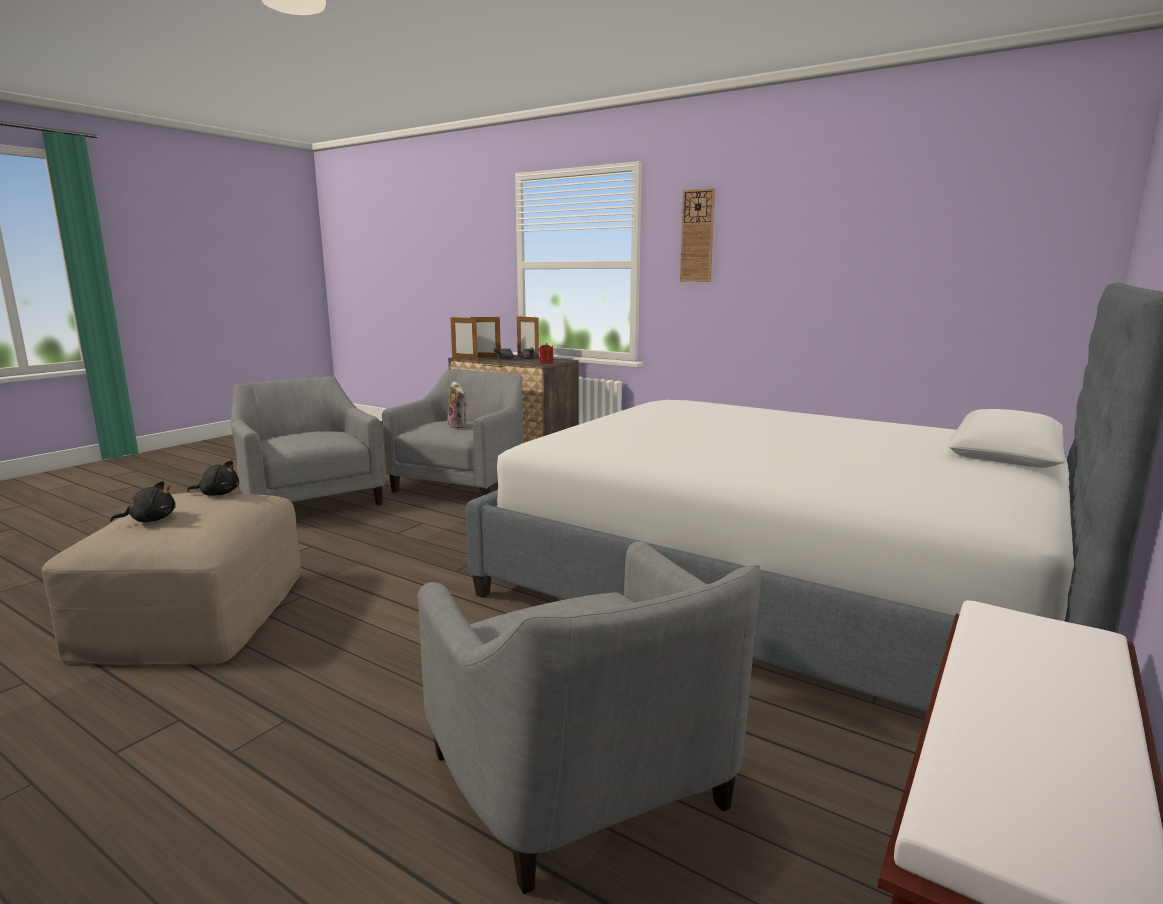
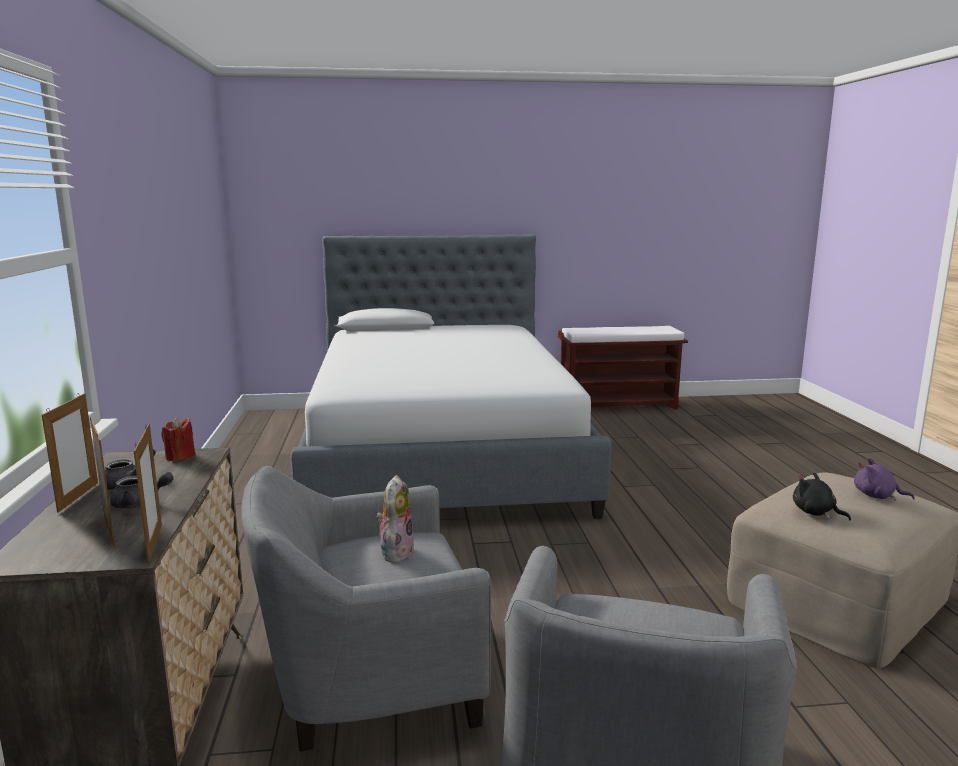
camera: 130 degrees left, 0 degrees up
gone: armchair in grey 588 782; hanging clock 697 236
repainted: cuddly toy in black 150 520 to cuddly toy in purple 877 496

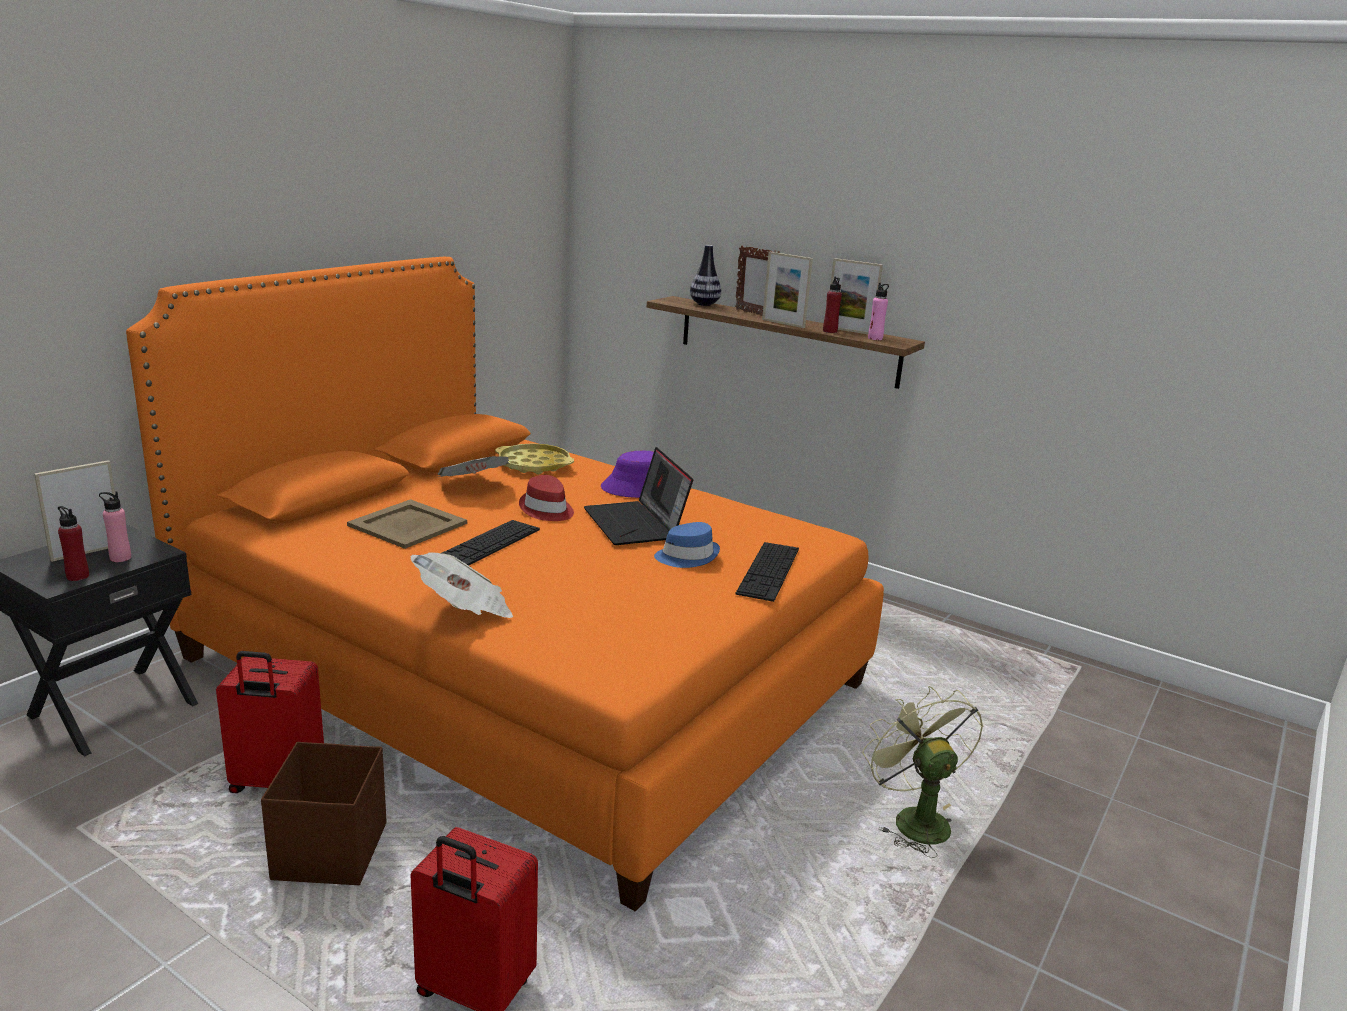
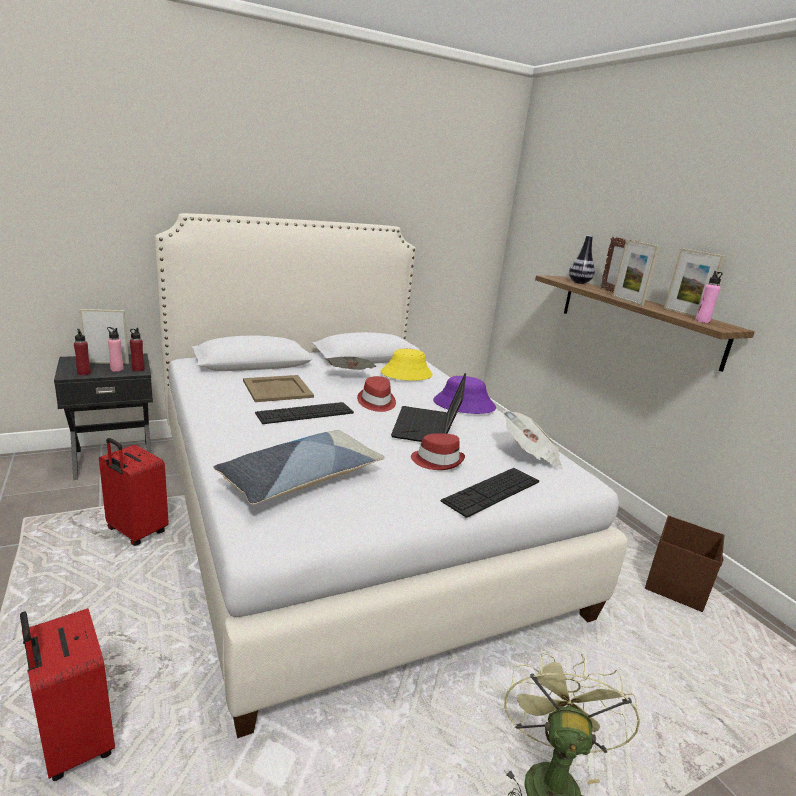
camera: 30 degrees right, 0 degrees up
new: throw pillow 301 478
shifted: storage container in brownish 332 850 to 676 585; printed paper 465 609 to 530 455; drink bottle in red 830 331 to 138 369
swapped: carrying tray in yellow-coloured 534 465 to clothing hat in yellow-coloured 406 374
repainted: bedroom bed in orange-coloured 524 671 to bedroom bed in whitish 344 514; clothing hat in blue-coloured 687 556 to clothing hat in red 437 460

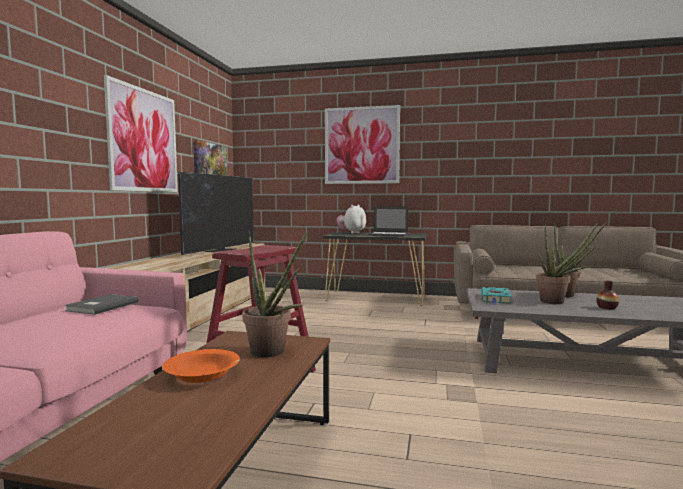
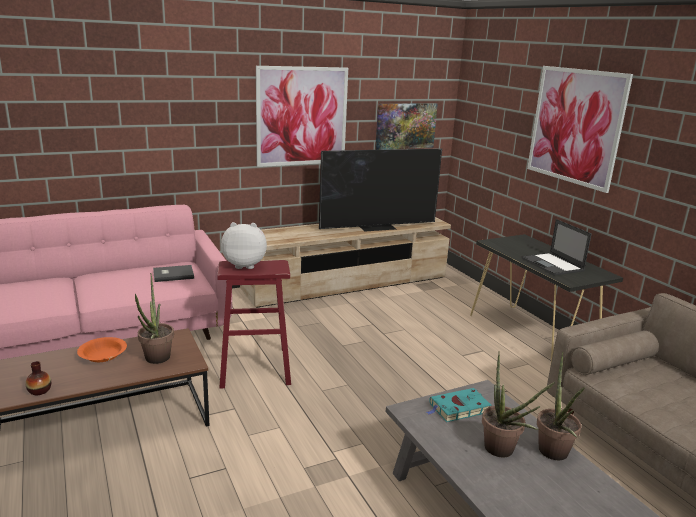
camera: 50 degrees right, 15 degrees up
shifted: cuddly toy 351 232 to 245 265; flower vase 607 307 to 39 391

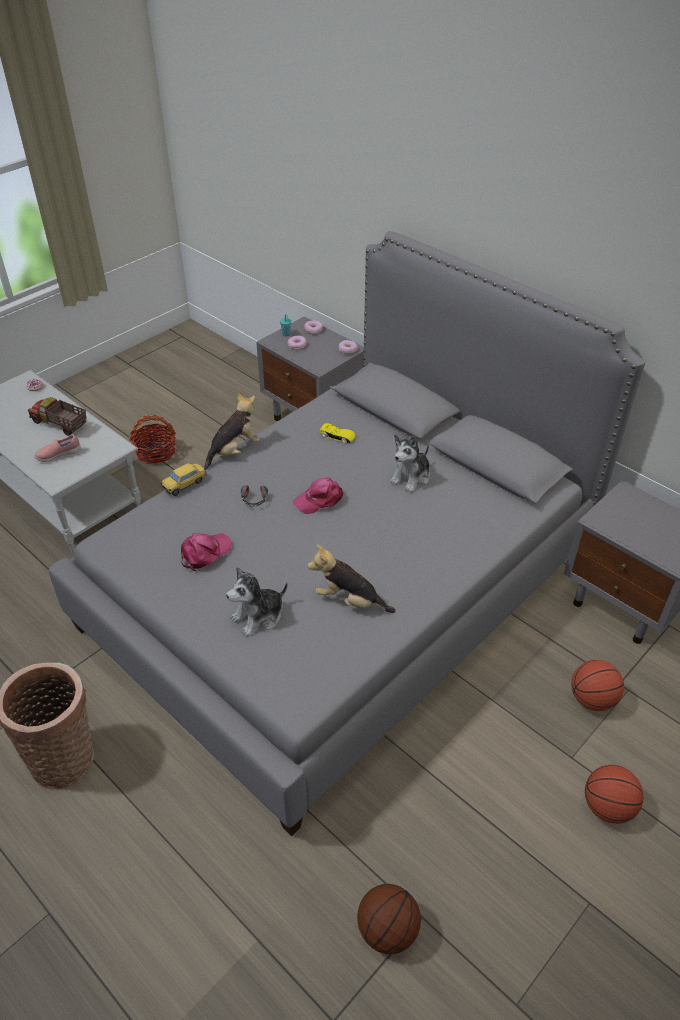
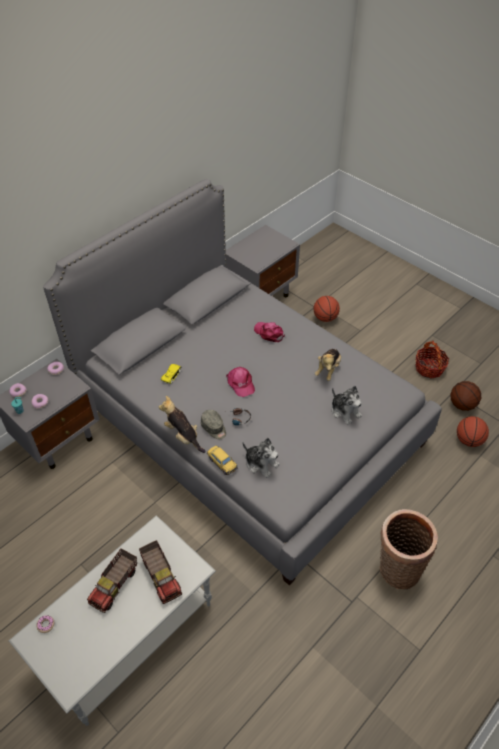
camera: 90 degrees left, 5 degrees up
new: baseball cap in grey 214 428
shifted: household basket 156 453 to 429 368; baseball cap in pink-coloured 205 553 to 269 333; cuddly toy 411 477 to 261 463; basketball 607 807 to 468 440
swapped: item of footwear in pink-coloured 58 455 to toy truck 161 576

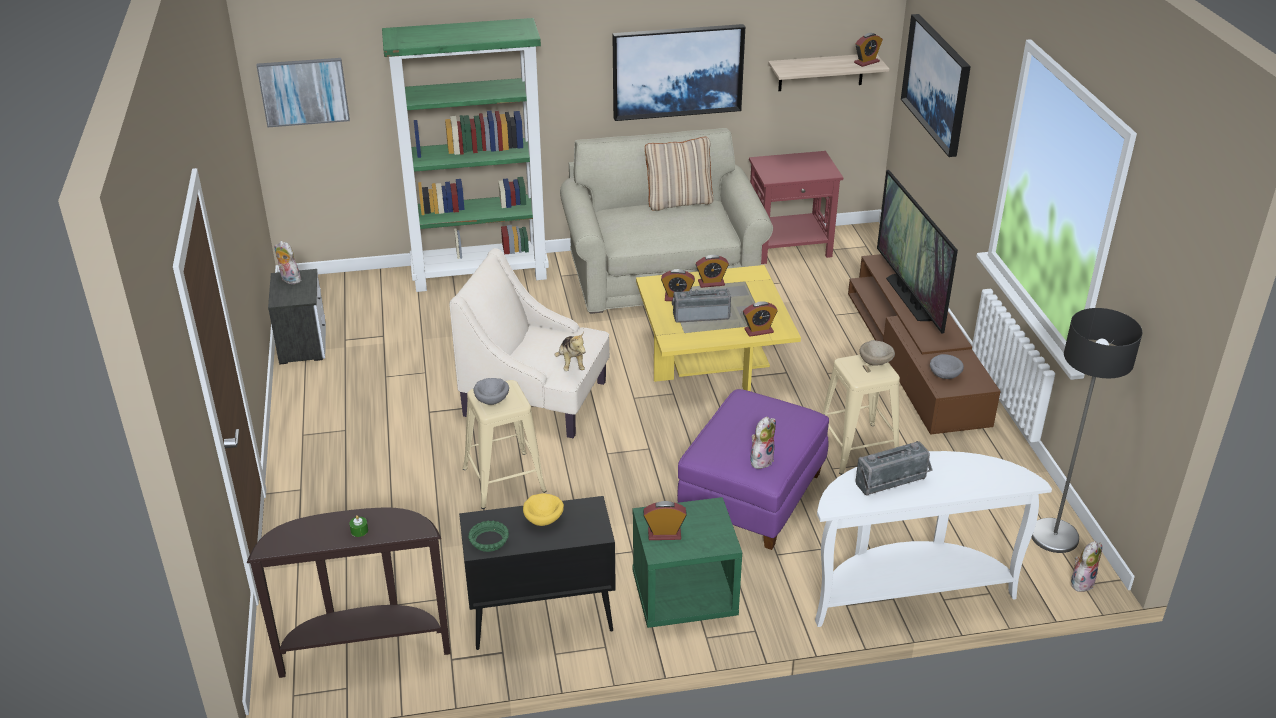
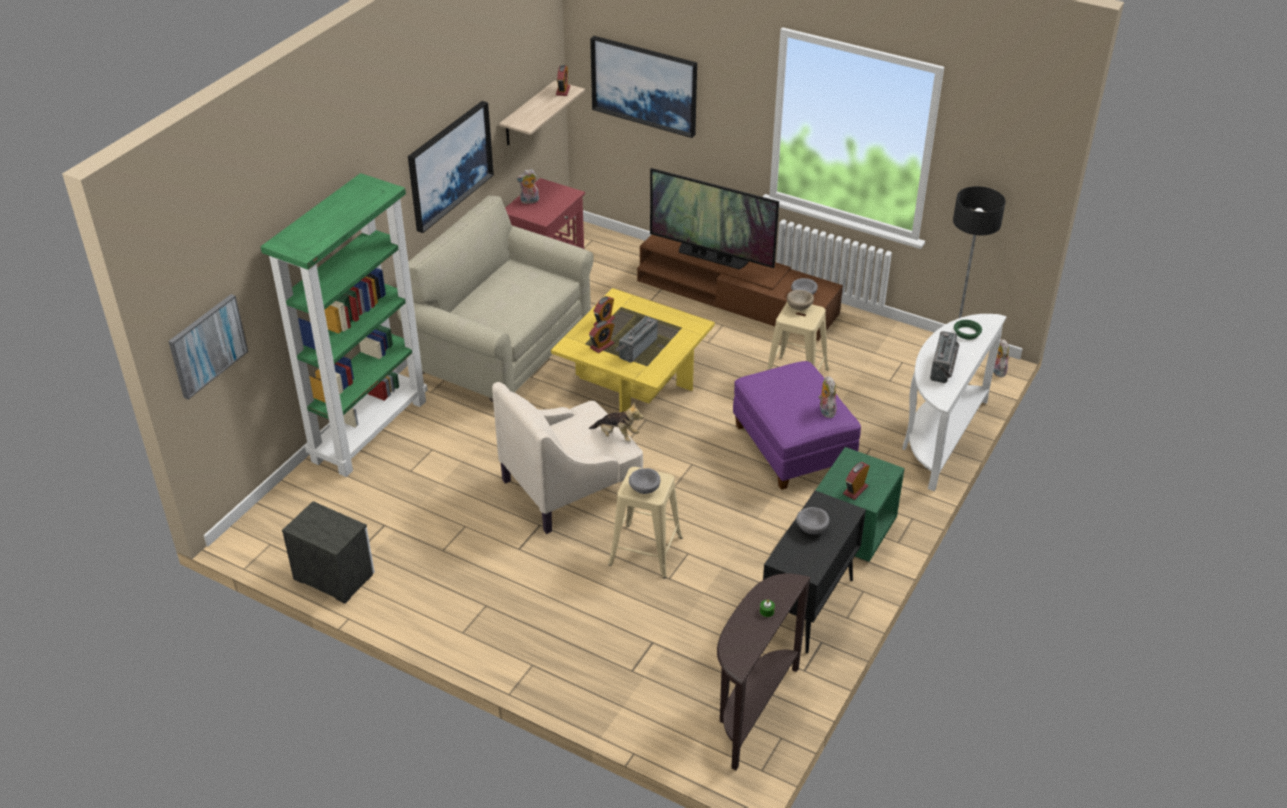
camera: 50 degrees left, 5 degrees up
gone: throw pillow in beige-coloured 679 202; alarm clock 759 331
shifted: cuddly toy 289 280 to 529 201; deep dish in green 488 540 to 966 332
repainted: deep dish in yellow-coloured 544 519 to deep dish in grey 812 528

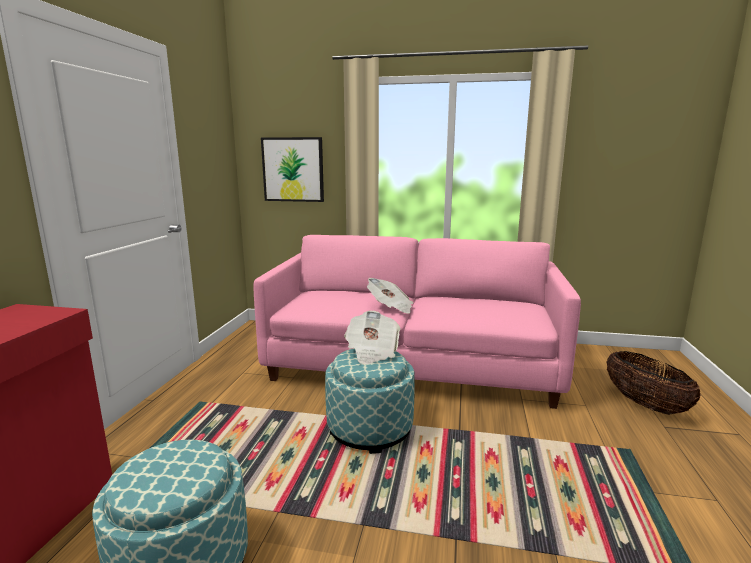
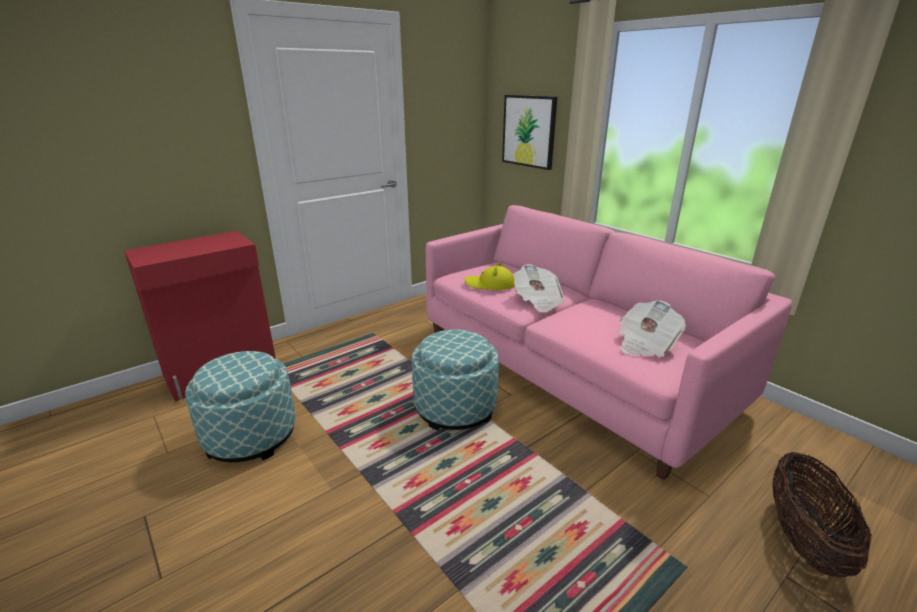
camera: 40 degrees right, 10 degrees up
new: clothing hat in yellow-coloured 490 284
shifted: printed paper 372 351 to 645 344

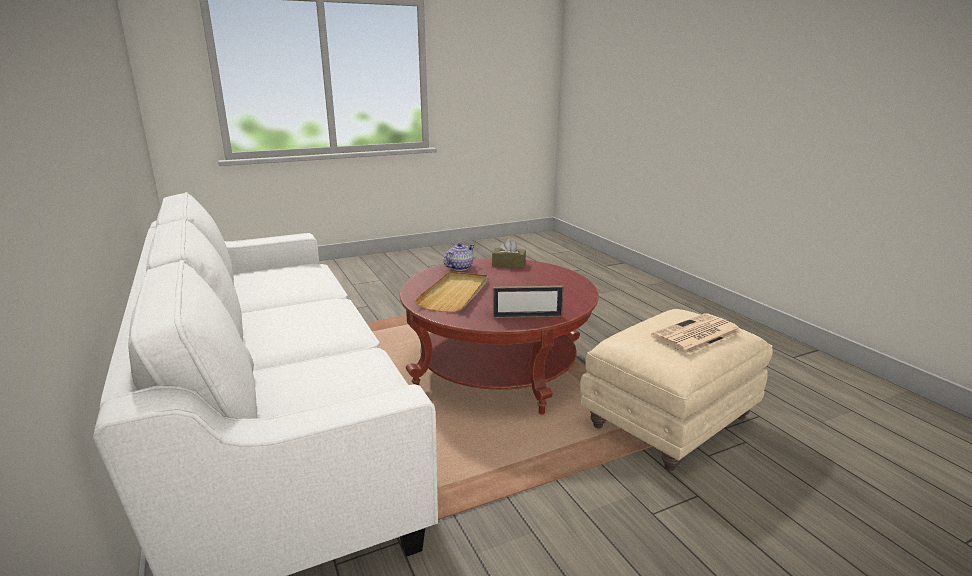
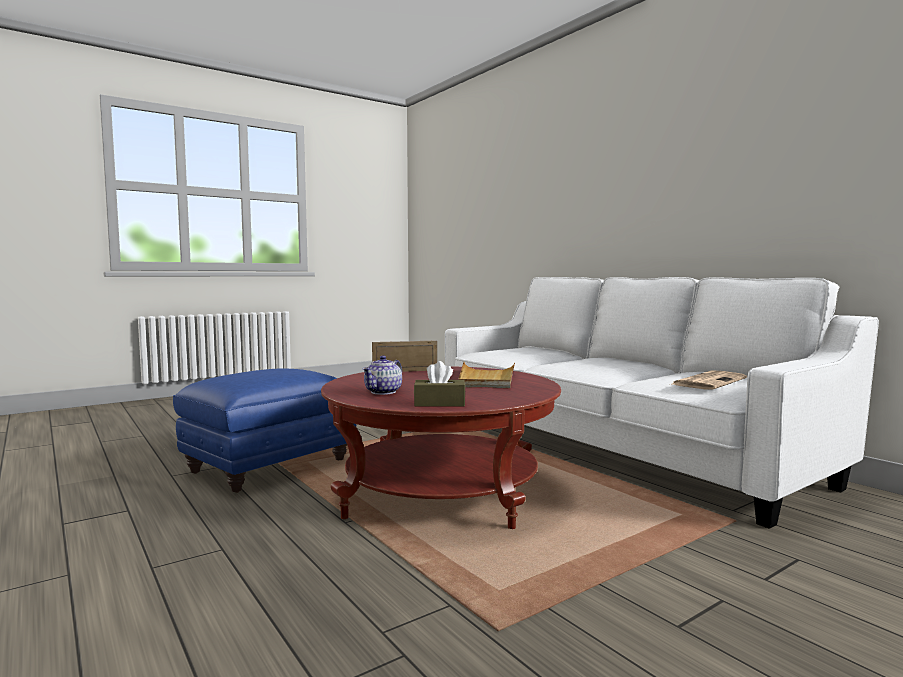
camera: 170 degrees right, 15 degrees down
shifted: pot for tea 459 267 to 384 392; printed paper 696 335 to 708 381
repainted: pouffe in beige-coloured 669 421 to pouffe in blue-coloured 269 467

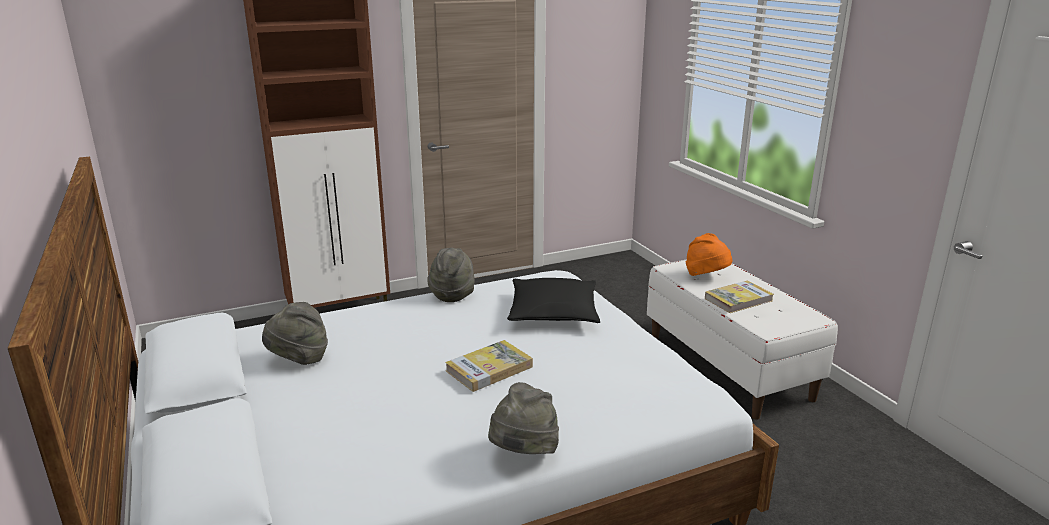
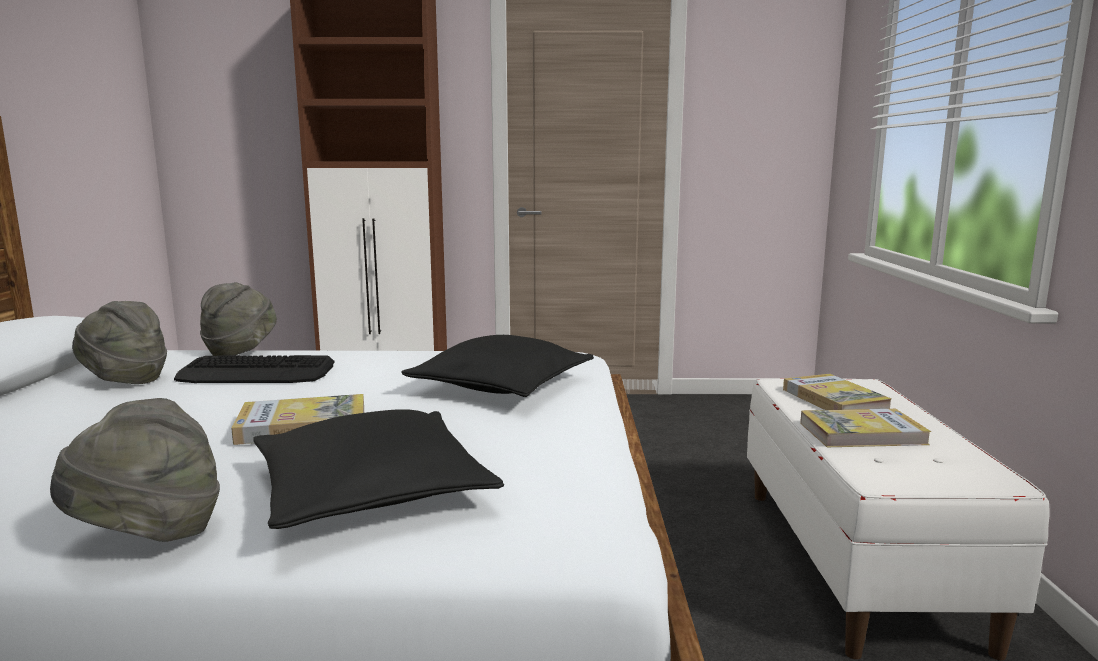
camera: 25 degrees right, 10 degrees down
new: keyboard 257 372; throw pillow in black 371 491
shifted: clothing hat in grey 452 294 to 241 351
swapped: clothing hat in orange-coloured 706 276 to book 834 399

